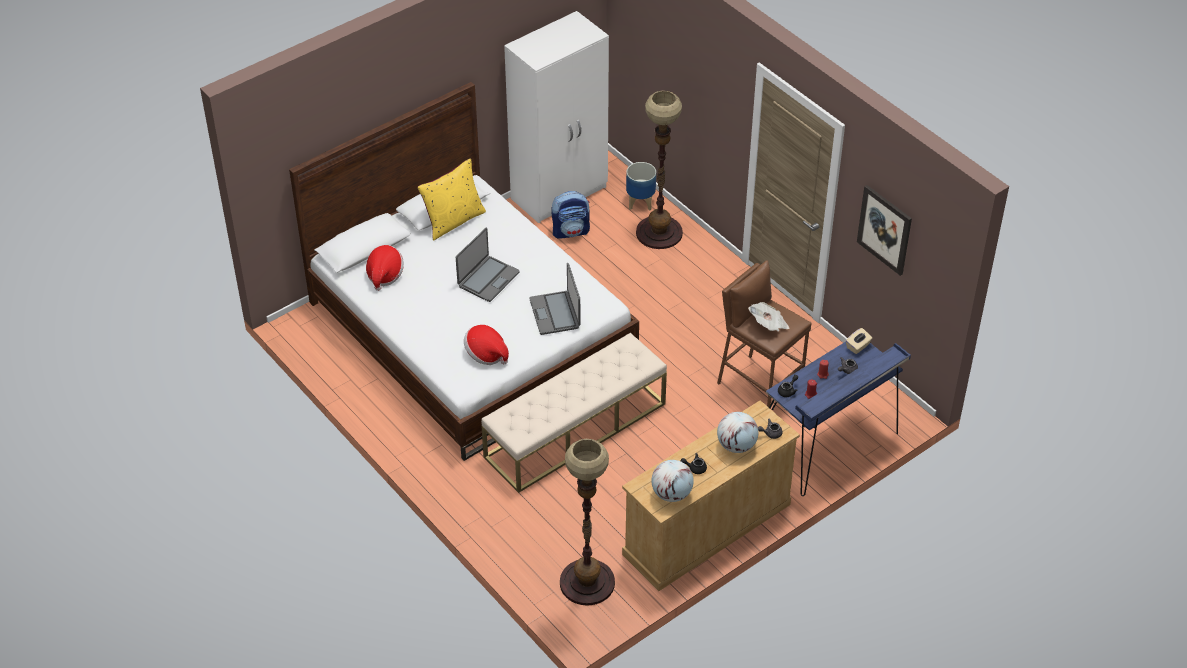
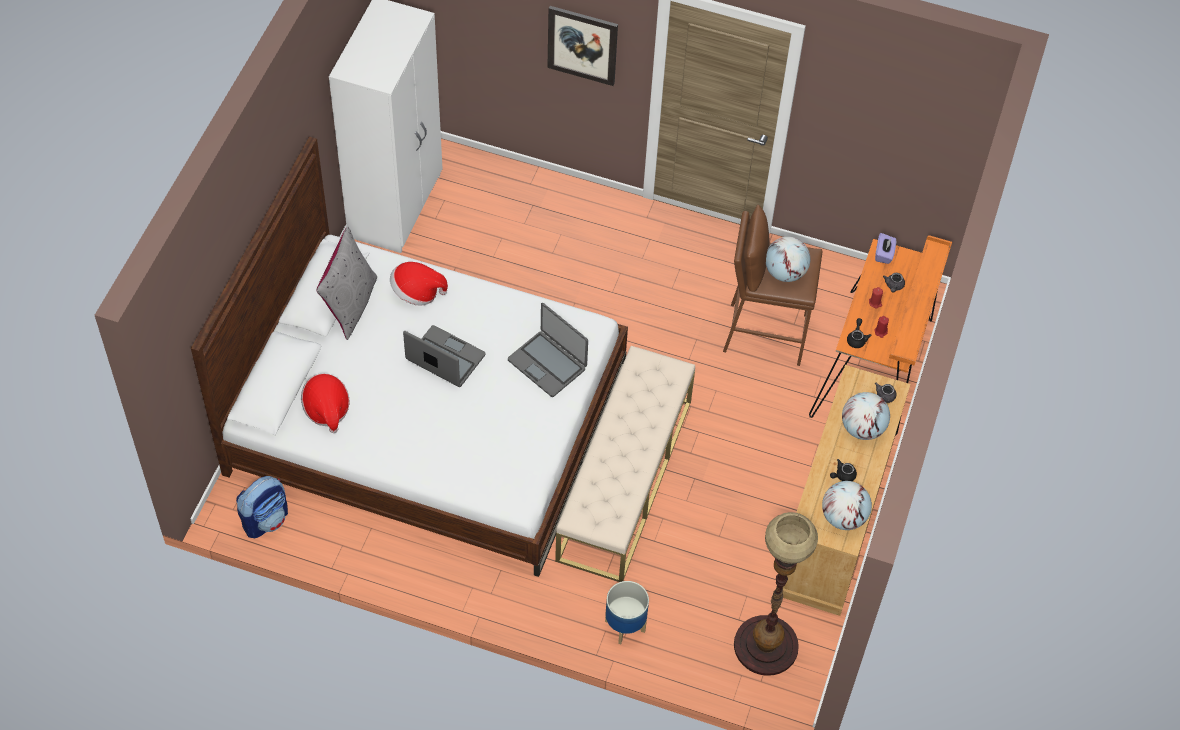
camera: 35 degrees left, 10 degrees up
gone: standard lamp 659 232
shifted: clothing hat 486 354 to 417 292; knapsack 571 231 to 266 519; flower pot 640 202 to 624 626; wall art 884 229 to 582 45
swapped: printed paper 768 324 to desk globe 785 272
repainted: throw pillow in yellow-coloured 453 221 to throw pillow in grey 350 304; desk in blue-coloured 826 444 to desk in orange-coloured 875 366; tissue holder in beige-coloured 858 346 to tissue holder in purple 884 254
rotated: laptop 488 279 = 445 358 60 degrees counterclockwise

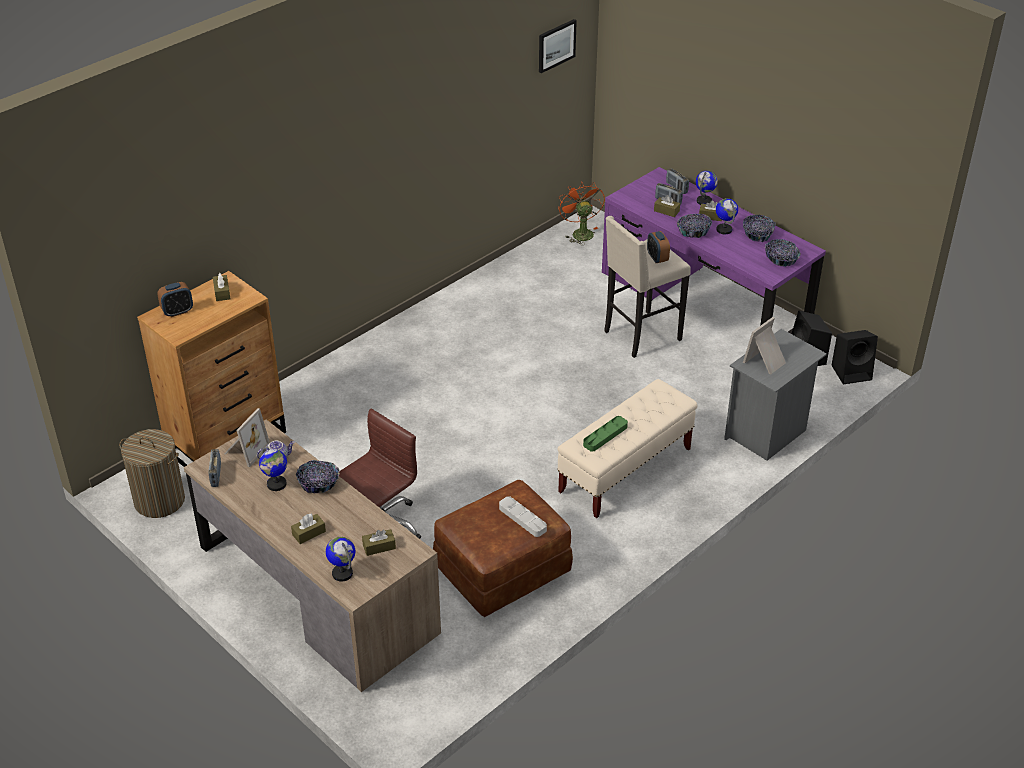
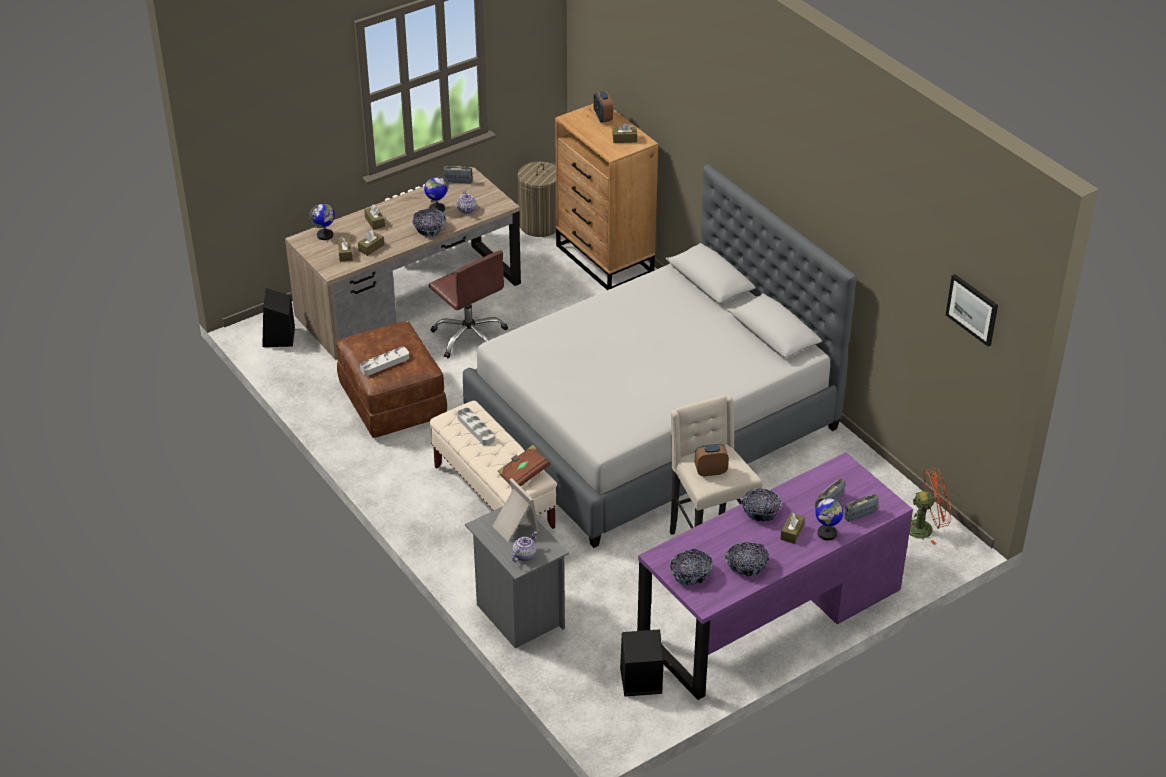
camera: 100 degrees right, 0 degrees up
gone: photo frame 245 450; desk globe 724 229
new: bedroom bed in grey 652 424; book in brownish 523 474; pot for tea 524 555
shifted: tissue holder in brownish 666 211 to 371 248; audio speaker in black 852 372 to 279 338
repainted: carrying tray in green 605 436 to carrying tray in grey 476 429

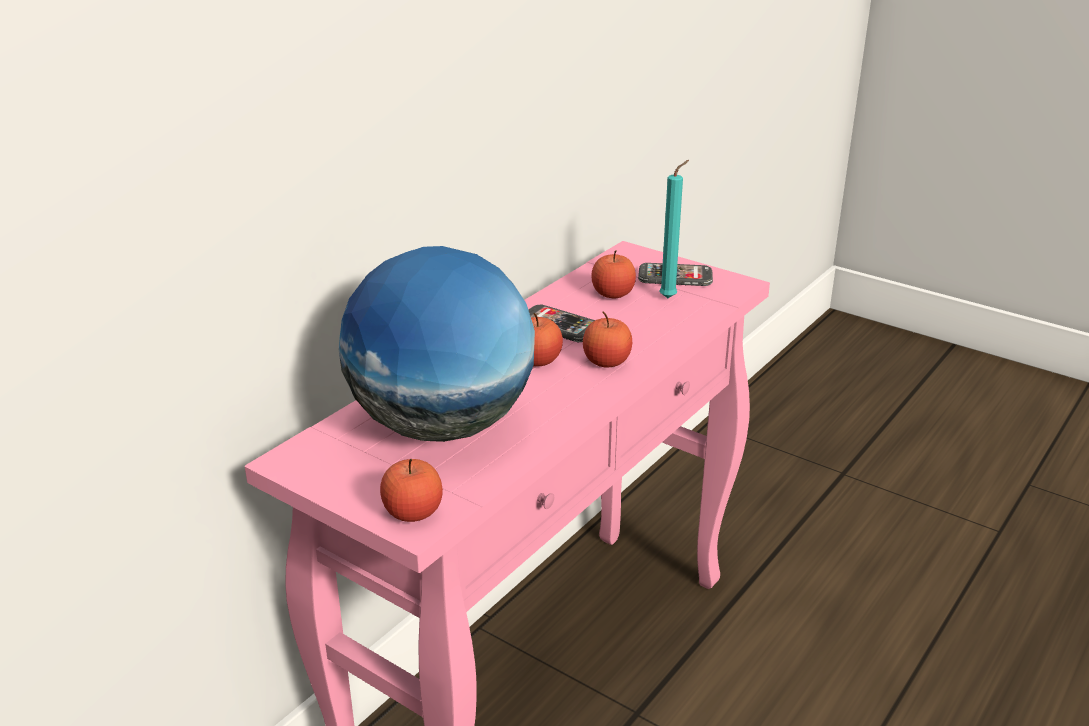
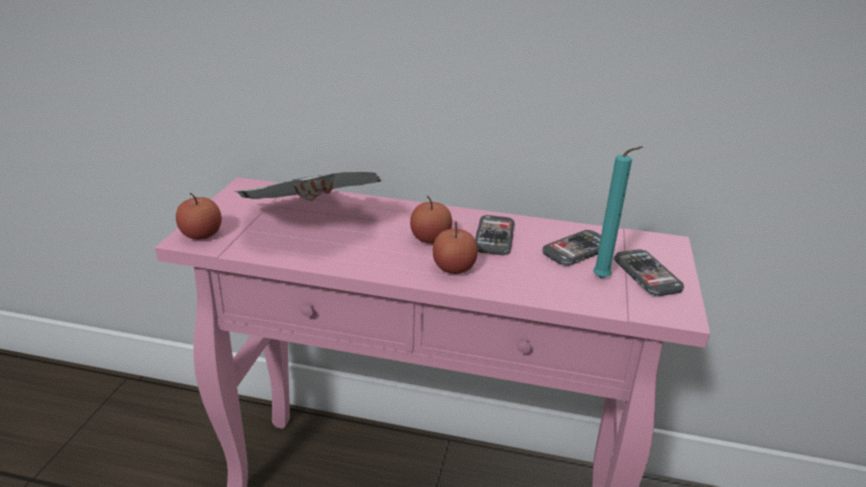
camera: 65 degrees right, 0 degrees up
swapped: desk globe 442 426 to printed paper 311 222; whole apple 612 294 to telephone 577 250

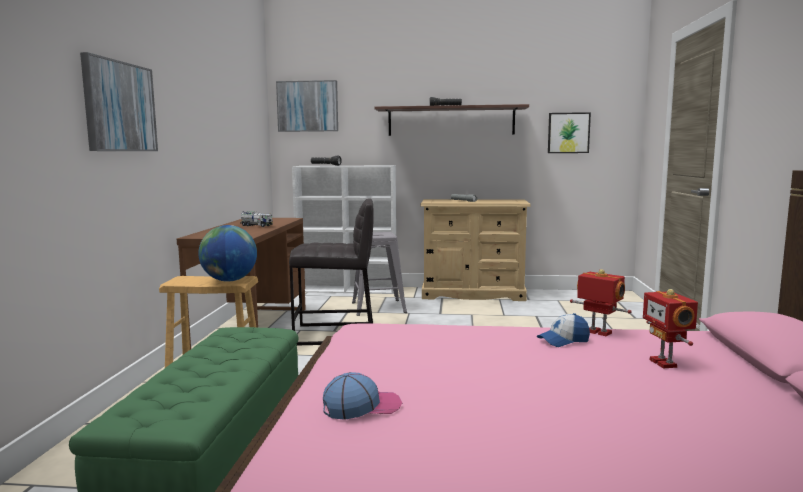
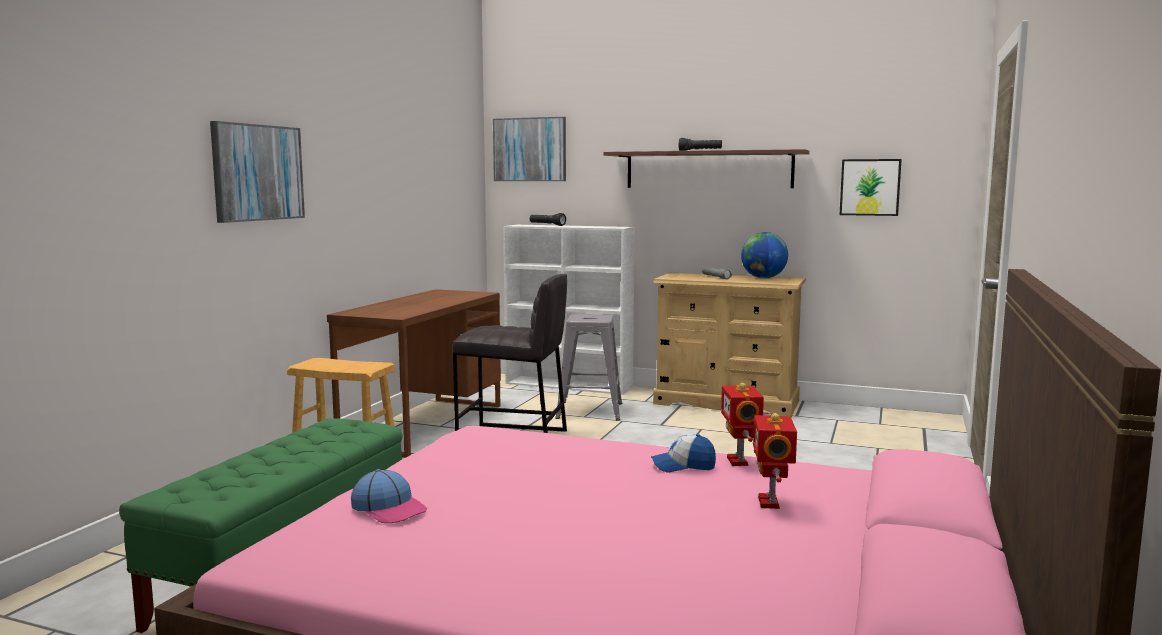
camera: 15 degrees right, 0 degrees up
gone: toy truck 256 226
shifted: desk globe 229 280 to 763 278
rotated: baseball cap 362 406 = 389 509 45 degrees clockwise; toy robot 598 333 = 739 461 150 degrees counterclockwise

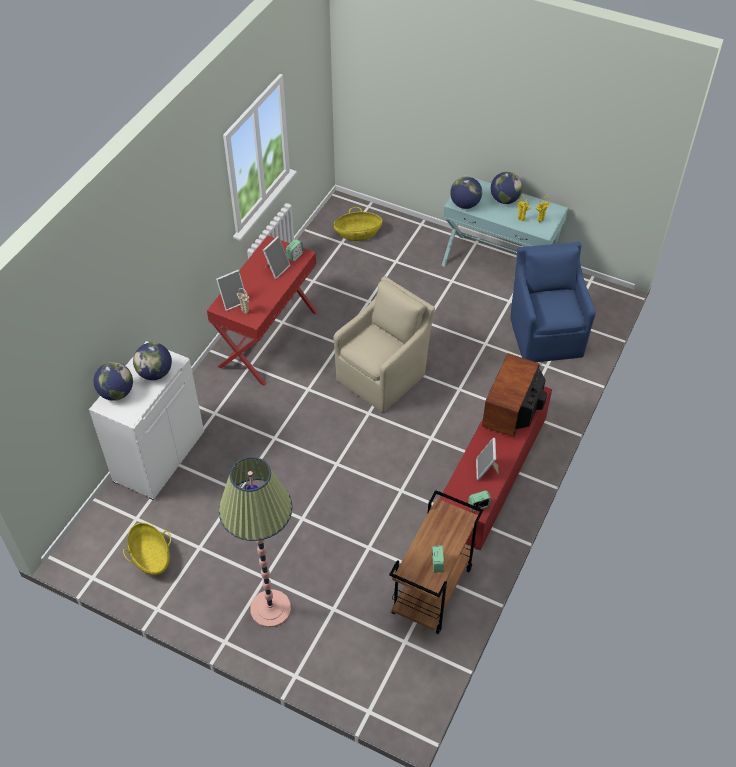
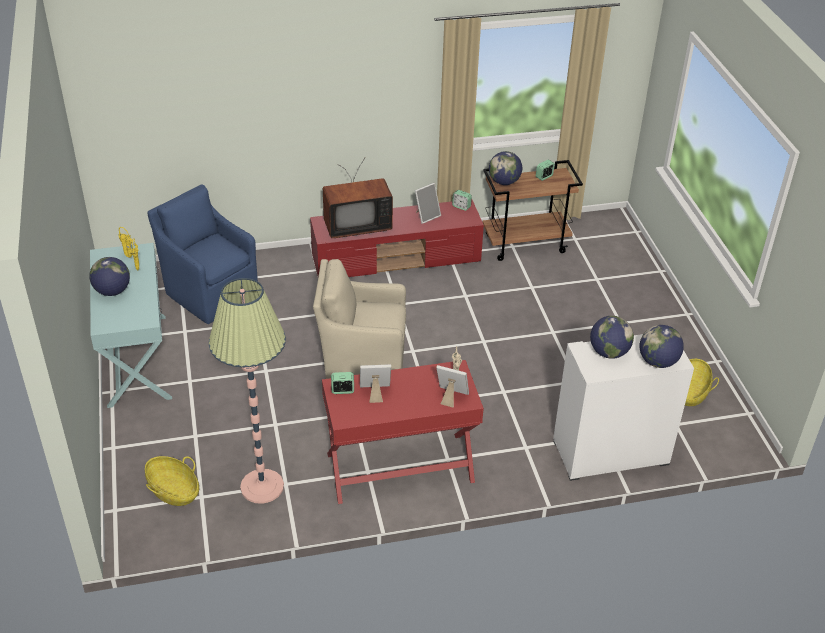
camera: 130 degrees left, 10 degrees down
shifted: standard lamp 270 608 to 262 486; desk globe 465 204 to 504 182
rotated: armchair in blue-coloured 546 334 = 210 292 90 degrees clockwise

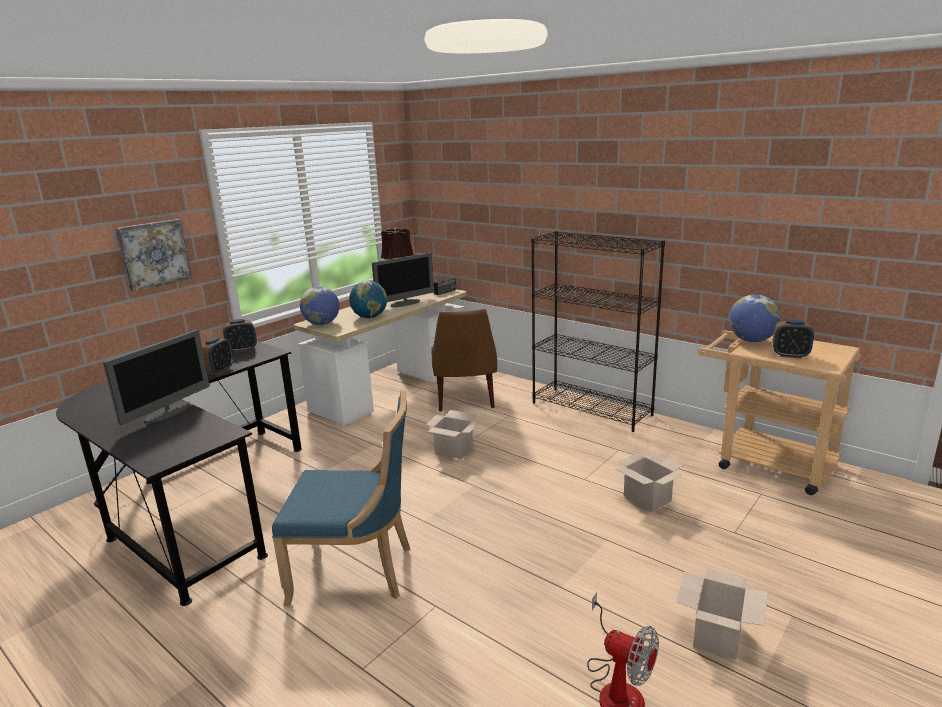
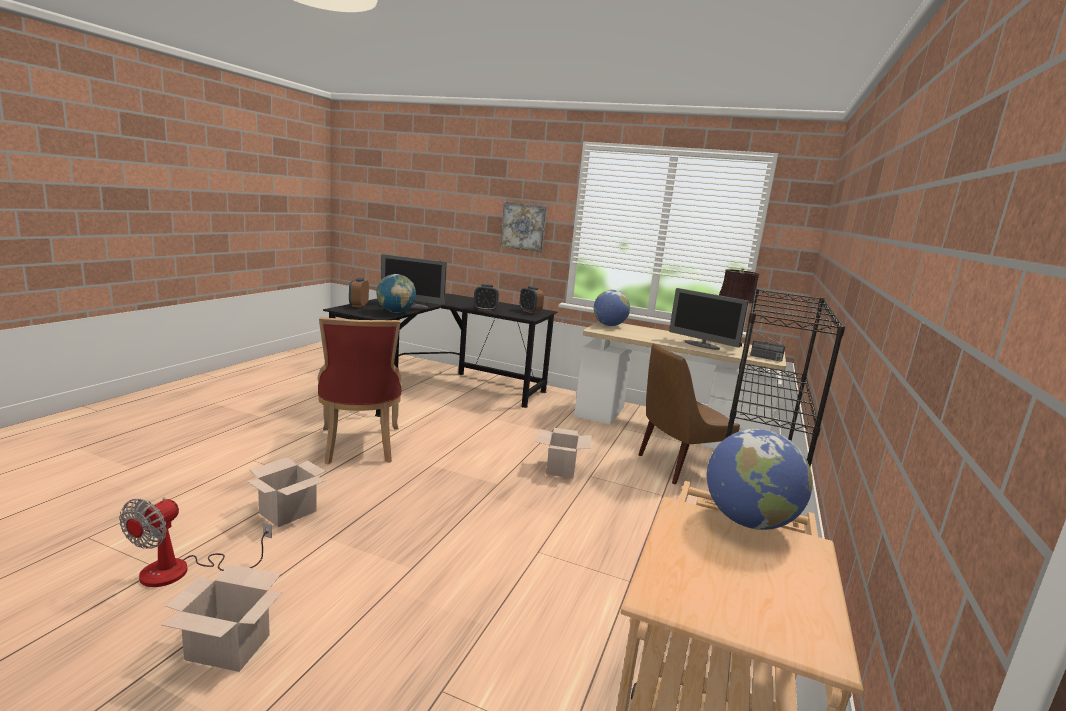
camera: 70 degrees right, 5 degrees down
shifted: desk globe 370 317 to 395 312; carton 648 499 to 287 513; alarm clock 790 355 to 358 305
repainted: plain chair in blue-coloured 357 571 to plain chair in red 359 446

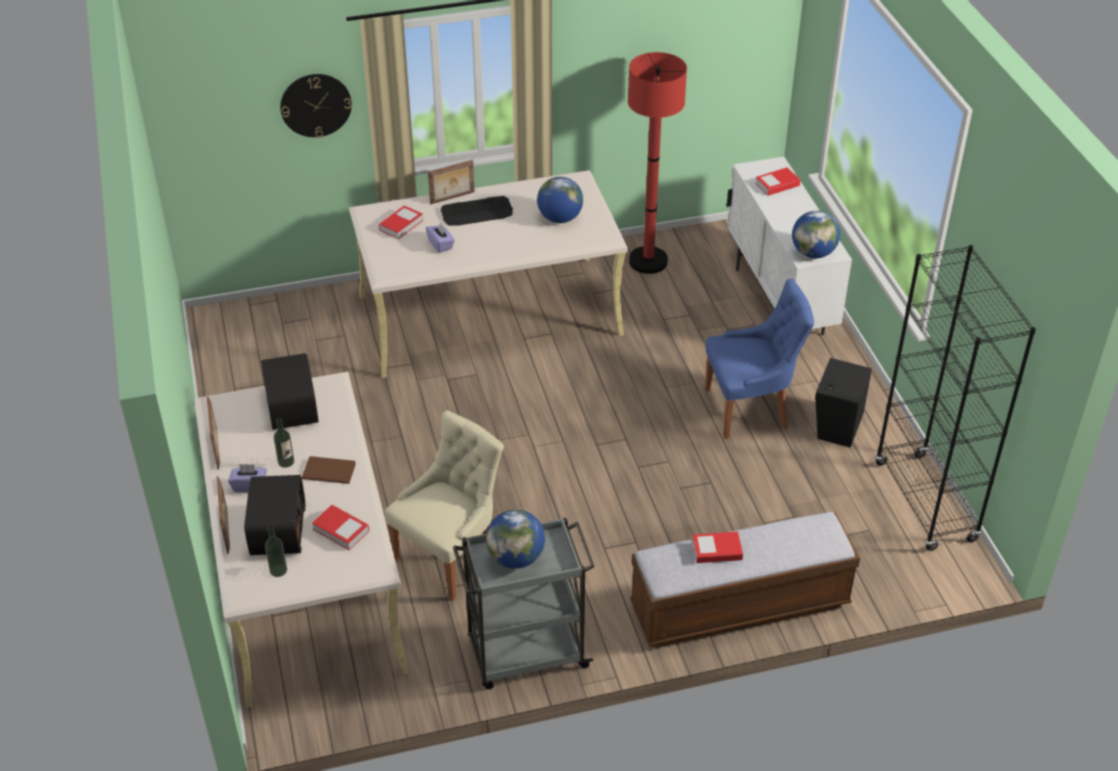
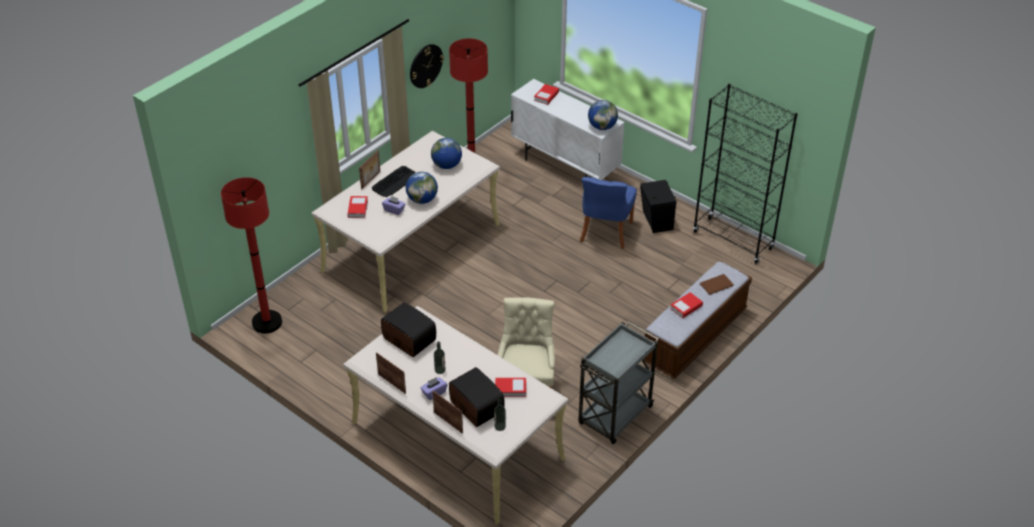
camera: 35 degrees left, 0 degrees up
new: standard lamp in red 267 322
shifted: hanging clock 315 105 to 425 65; book in brownish 328 470 to 715 285; desk globe 516 558 to 422 199
rotated: plain chair in blue-coloured 750 409 = 605 233 150 degrees clockwise

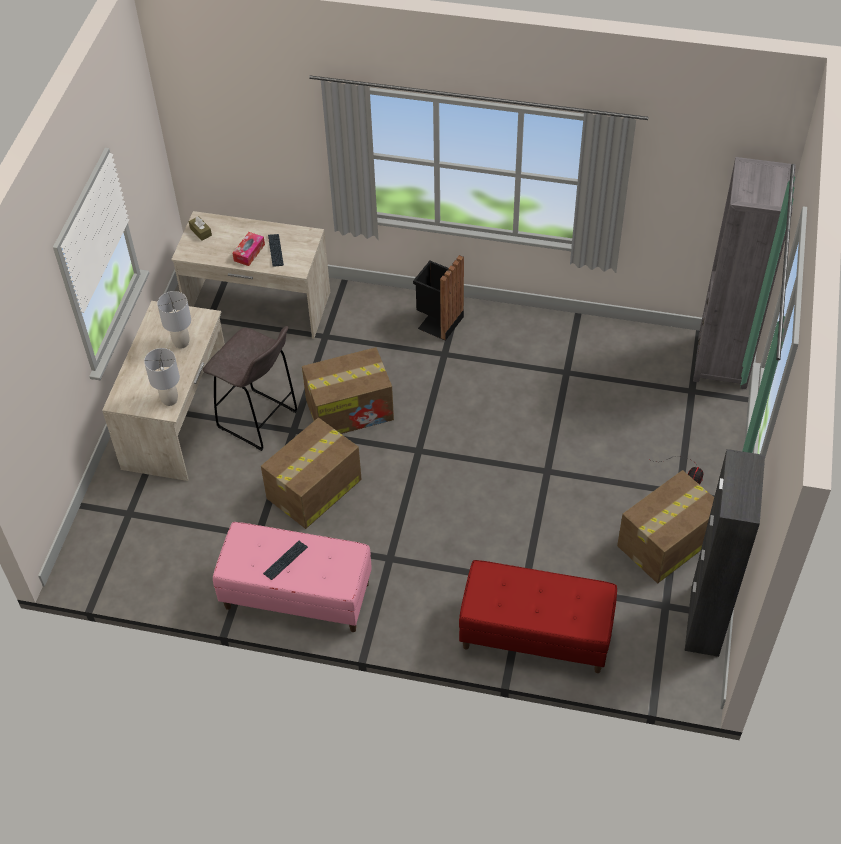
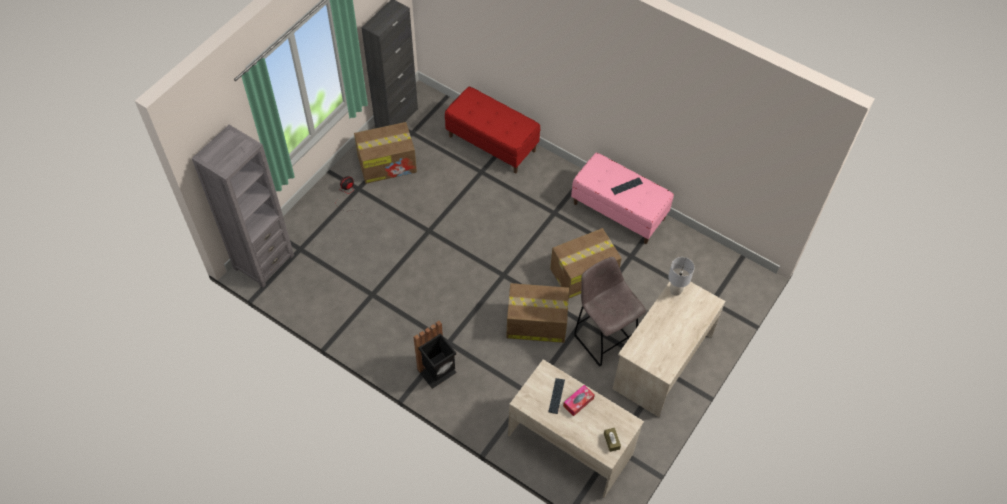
camera: 160 degrees left, 5 degrees up
gone: tabletop lamp in grey 181 343

